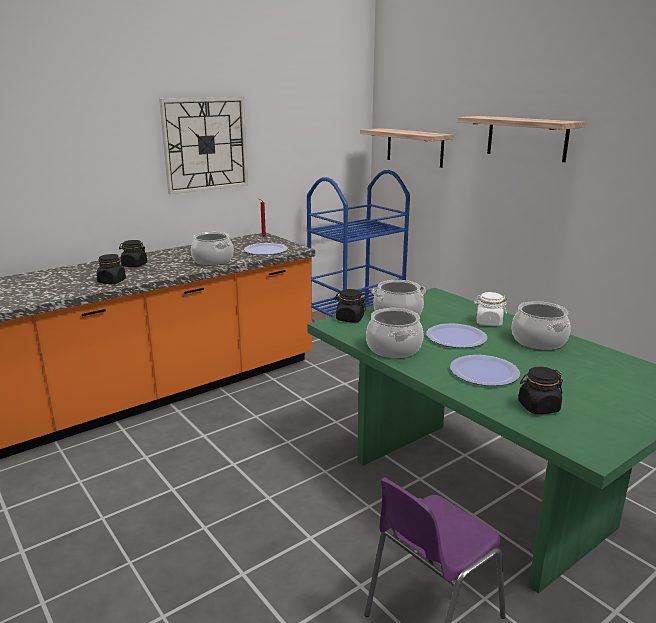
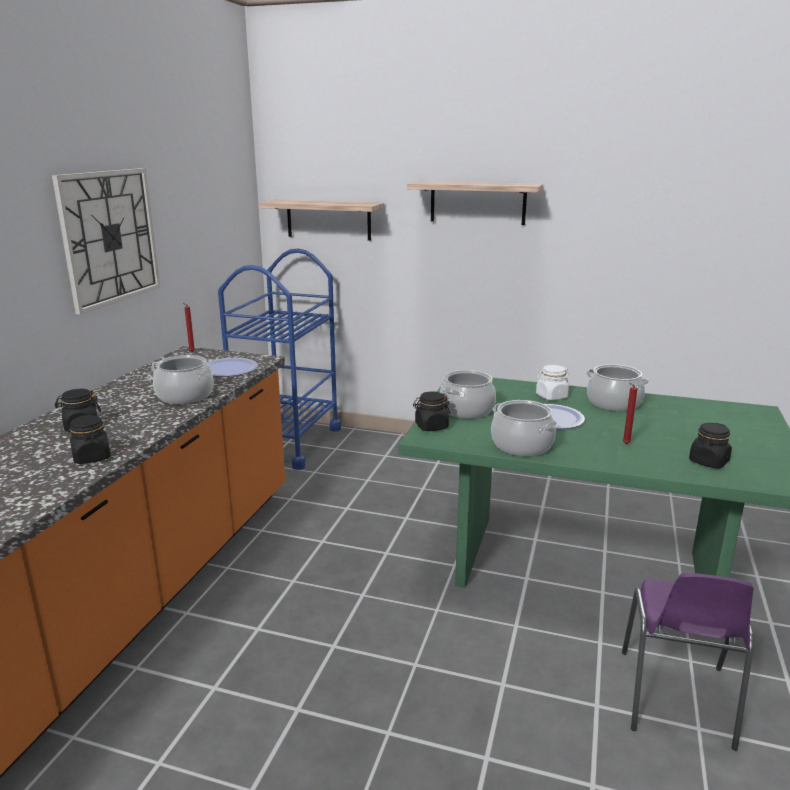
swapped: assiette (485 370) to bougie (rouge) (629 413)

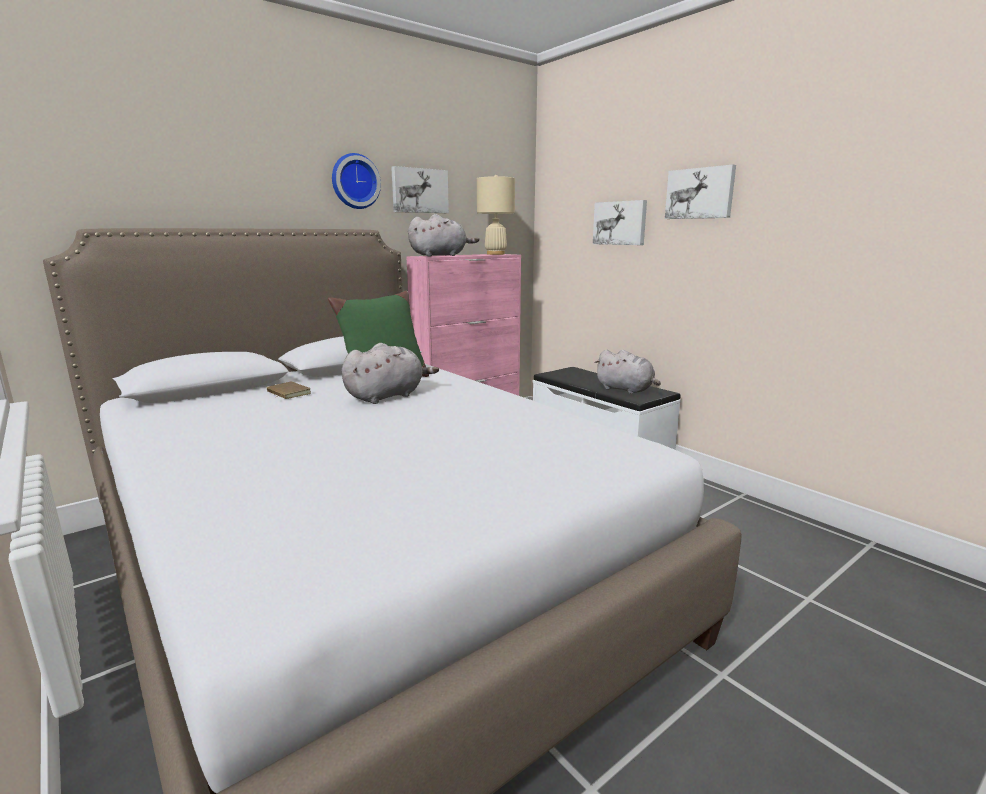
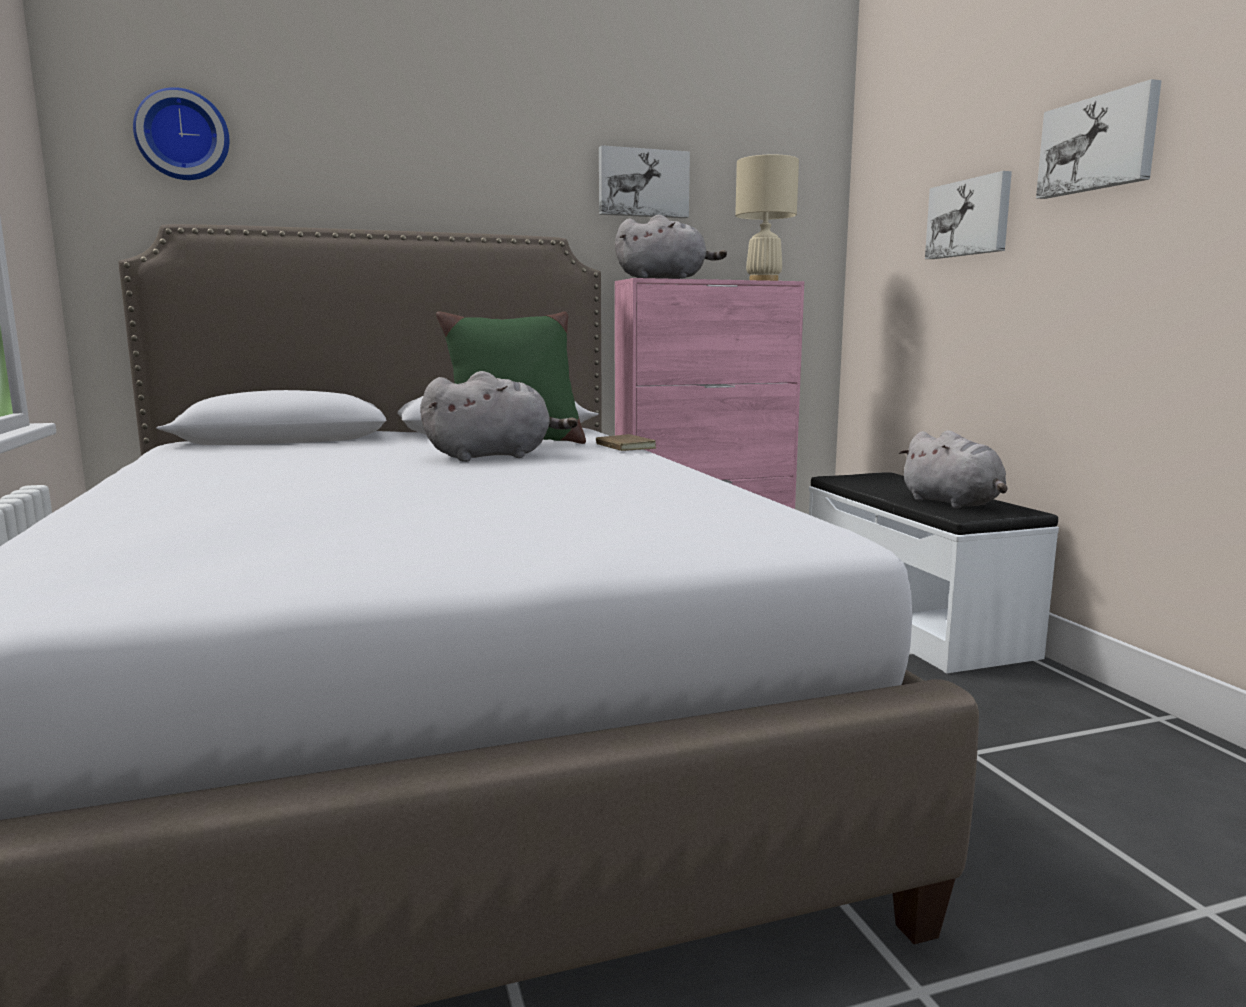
shifted: livre (marron) (288 390) to (626 442); horloge murale (356 181) to (181 133)

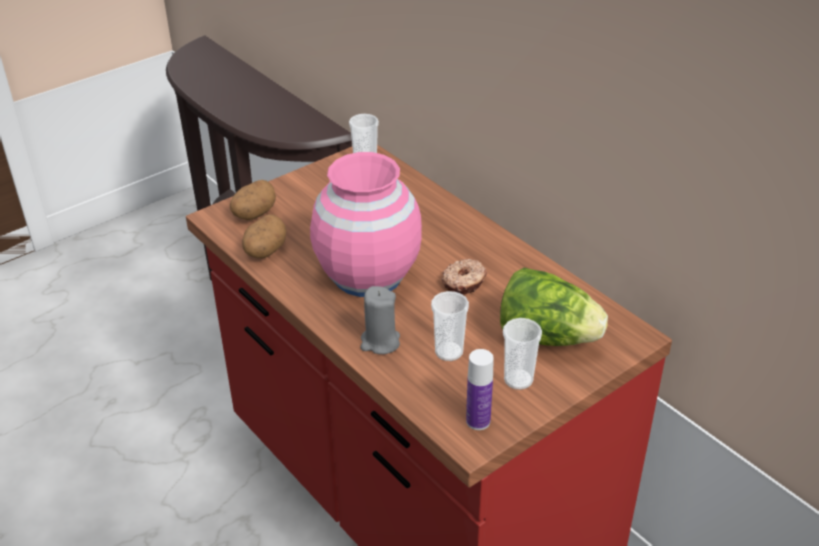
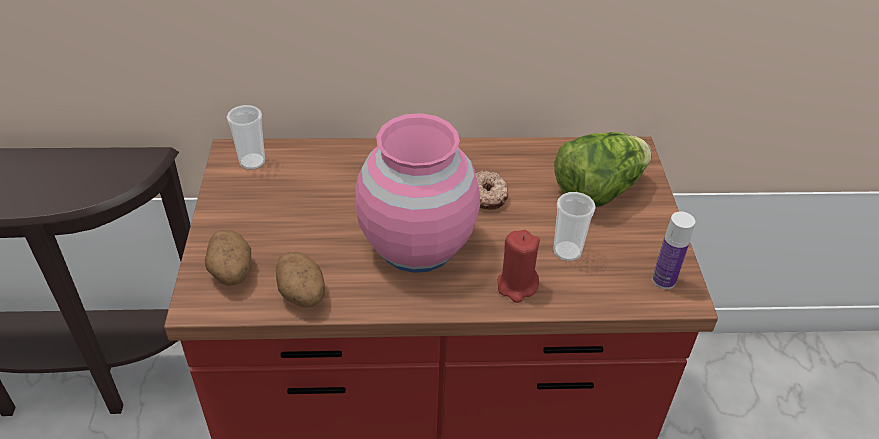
gone: tasse (522 354)
repainted: bougie (gris) (380 320) to bougie (rouge) (518 266)

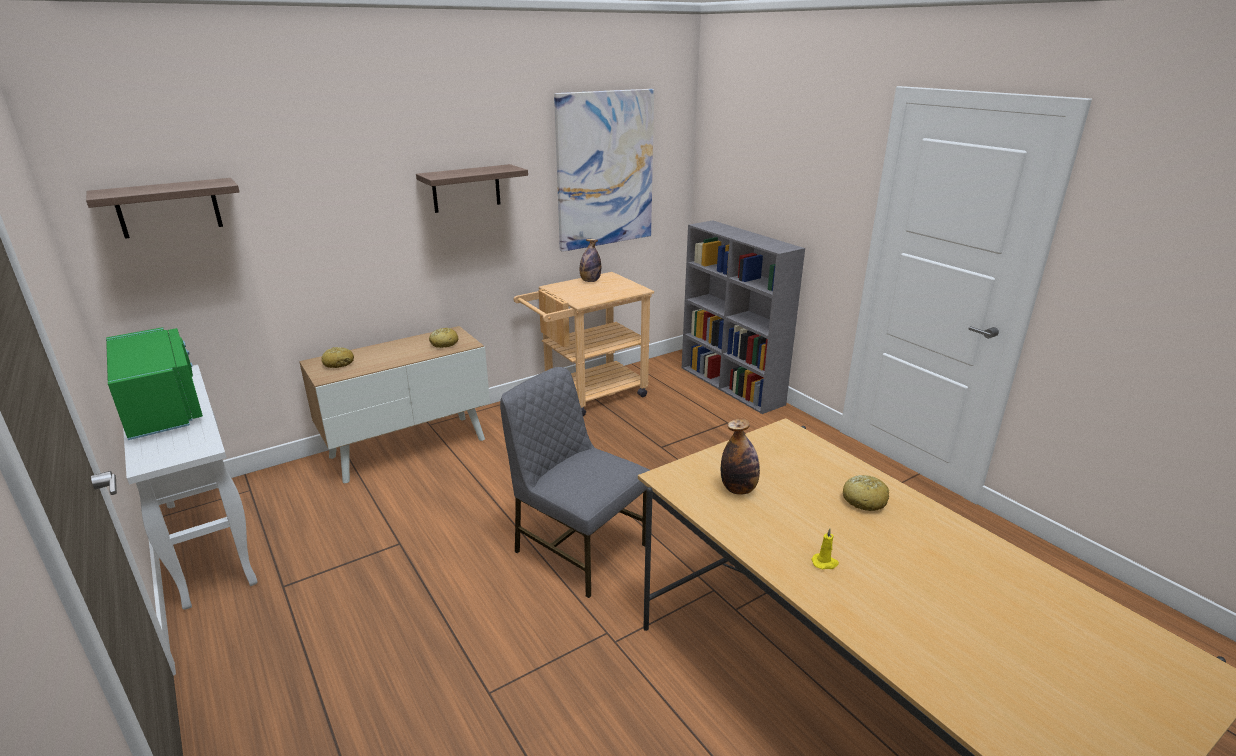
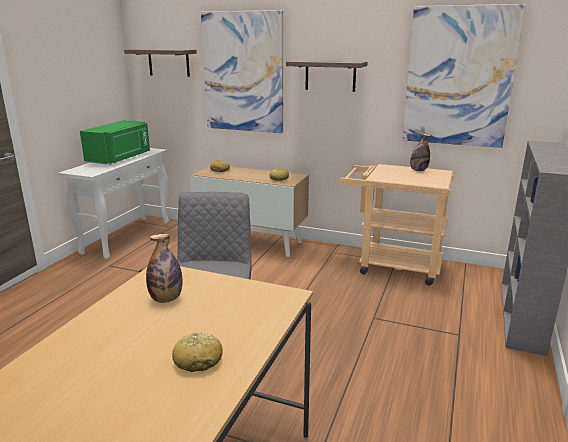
gone: bougie (jaune) (825 549)
new: tableau (242 71)

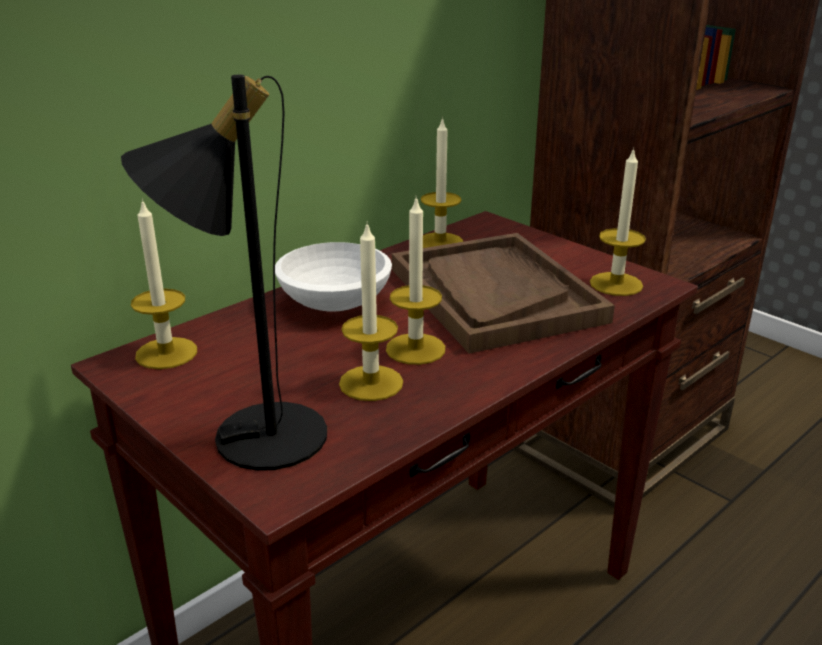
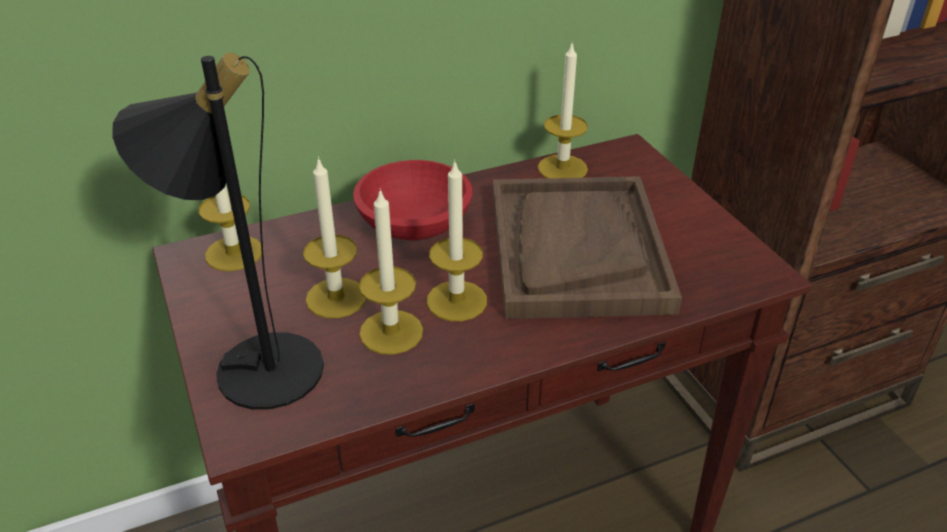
shifted: bougie (618 221) to (334 237)
repainted: bol (blanc) (333 277) to bol (rouge) (412 200)

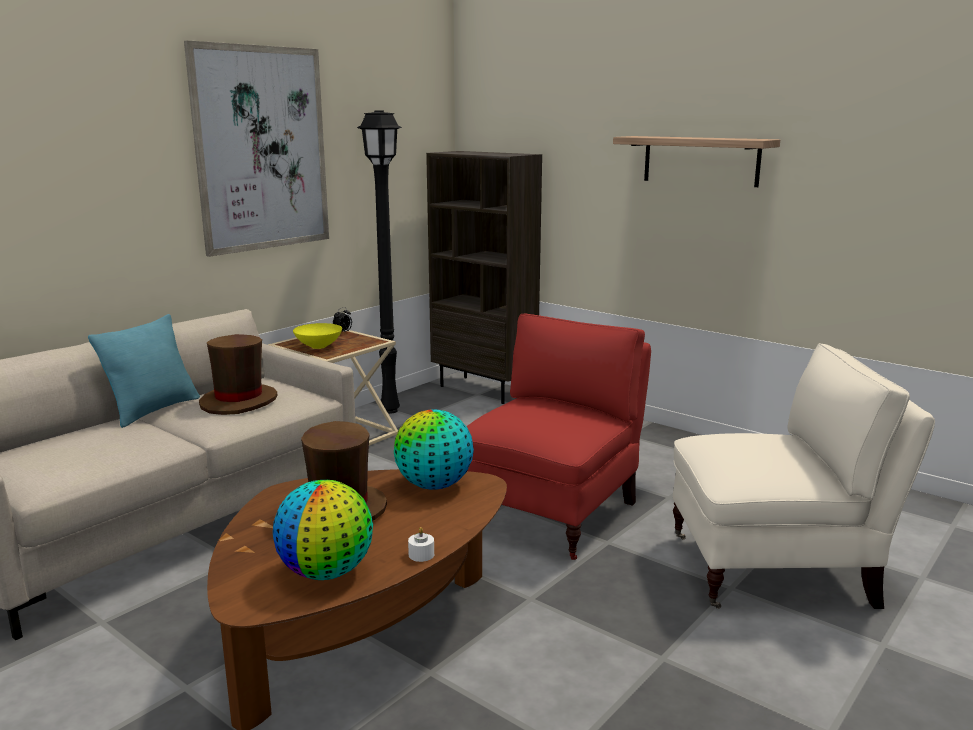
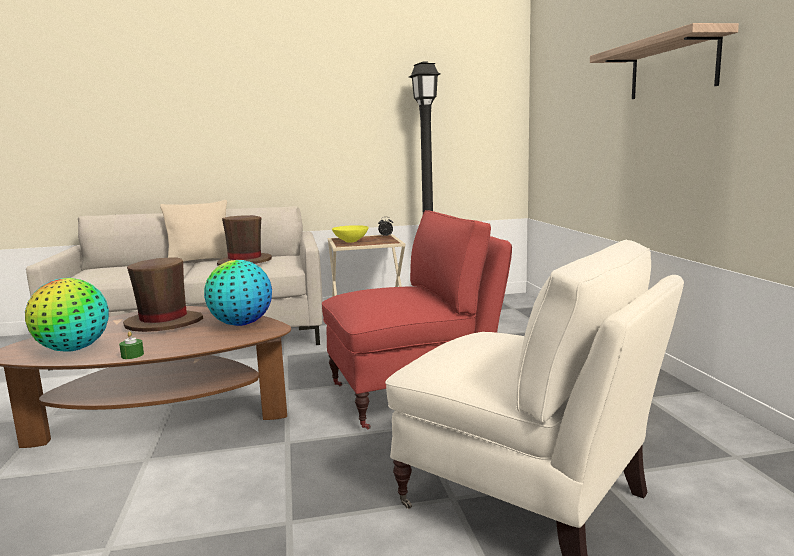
gone: tableau (256 148); bibliothèque (marron) (484 277)
repainted: coussin (turquoise) (144 371) to coussin (beige) (194 231); bougie (blanc) (421 544) to bougie (vert) (131 345)

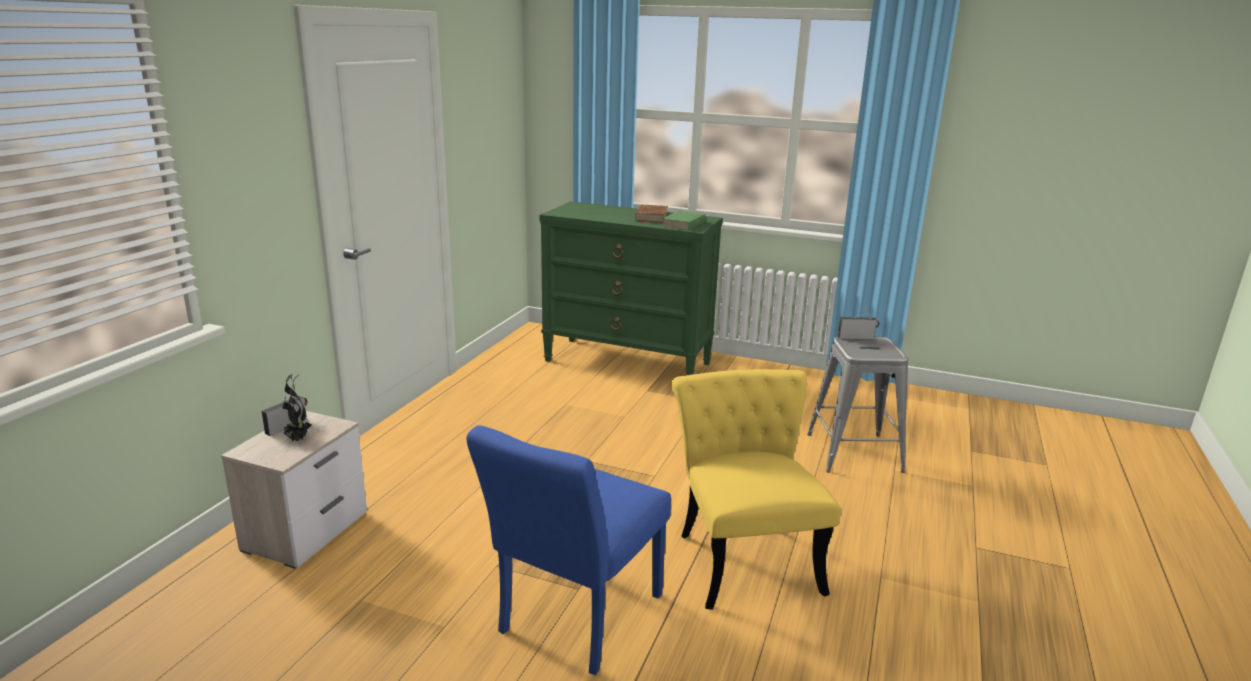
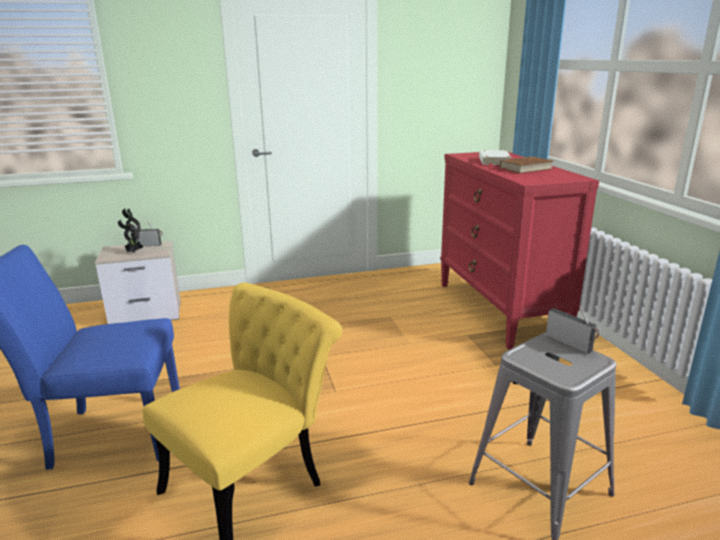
gone: livre (vert) (683 220)
new: livre (blanc) (495 158)
repainted: commode (vert) (631 288) to commode (rouge) (519 251)

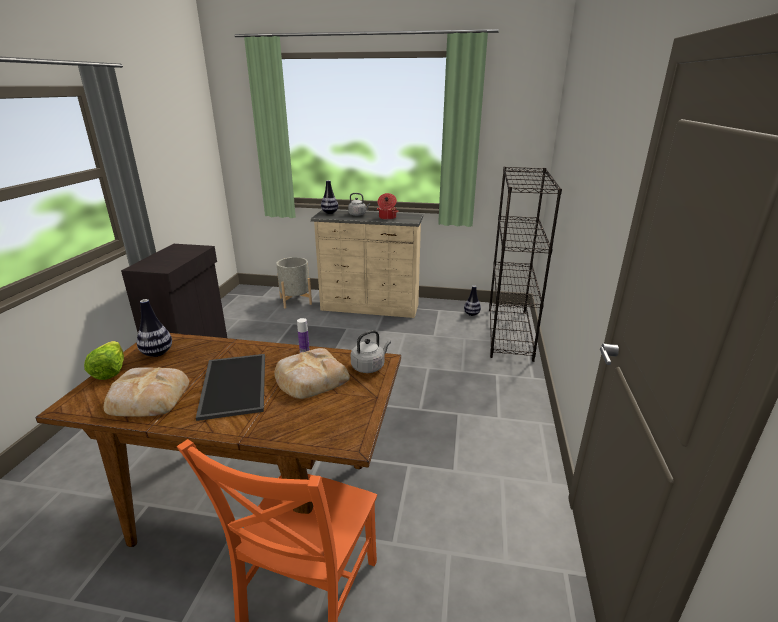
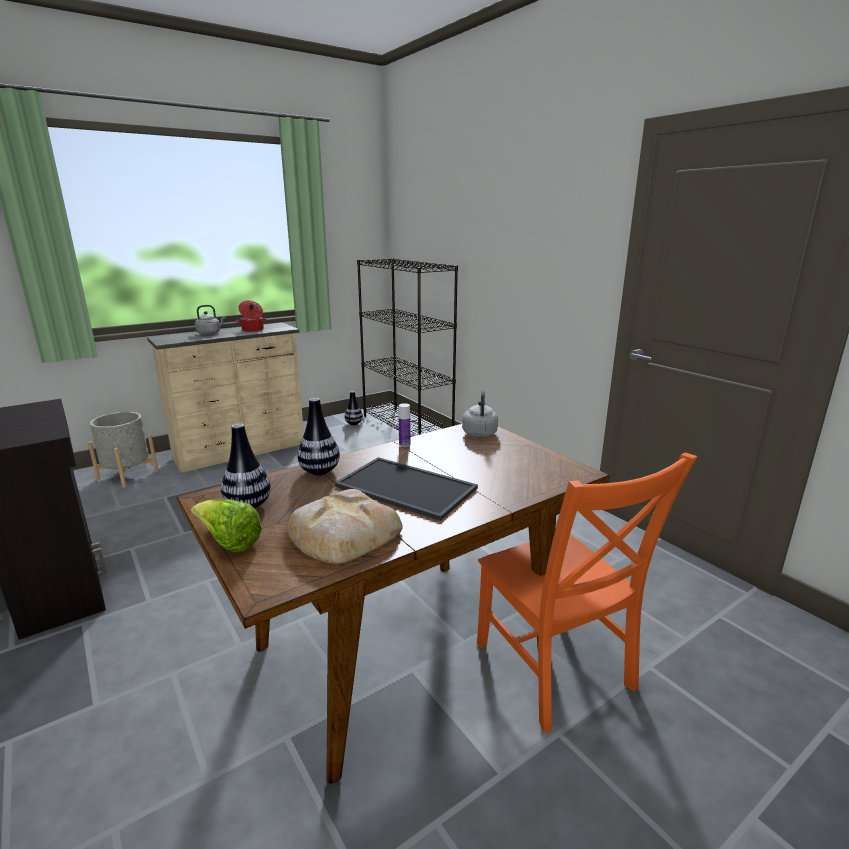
gone: pain (312 373)
shifted: vase (329 197) to (318 436)

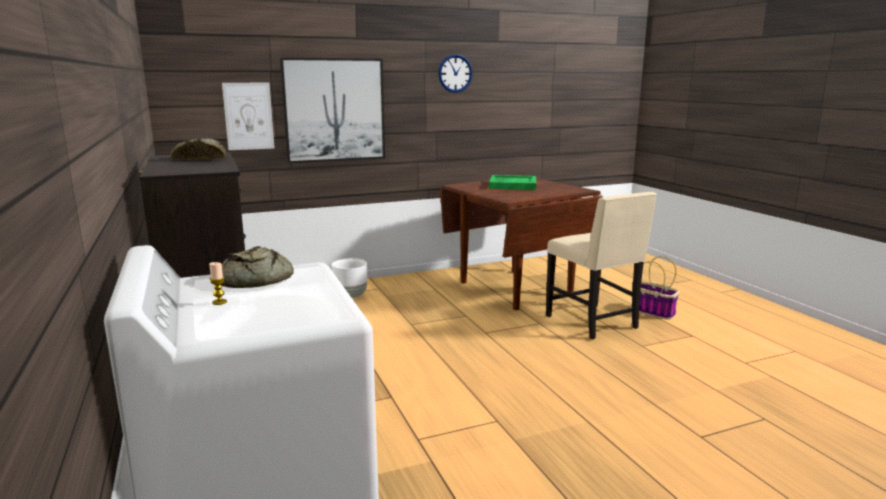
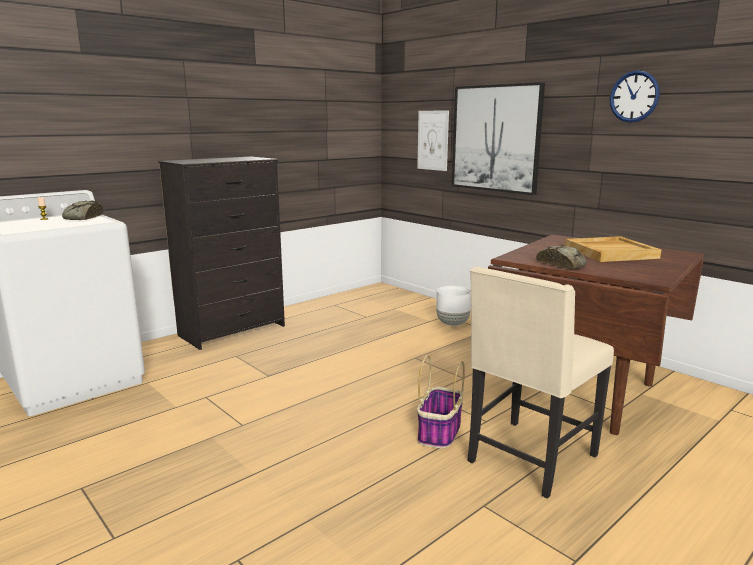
shifted: pain (198 149) to (561 257); panier (655 288) to (441 402)
repainted: plateau (vert) (513 182) to plateau (beige) (613 249)

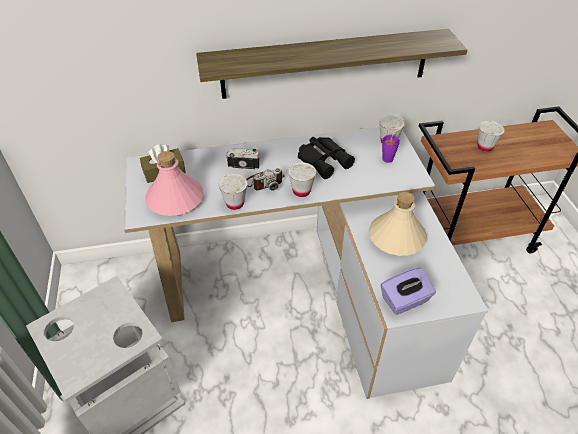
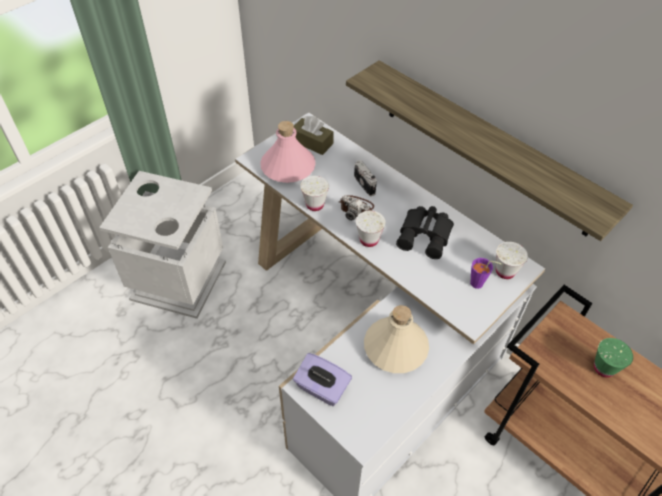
repainted: tasse (blanc) (491 136) to tasse (vert) (613 358)

